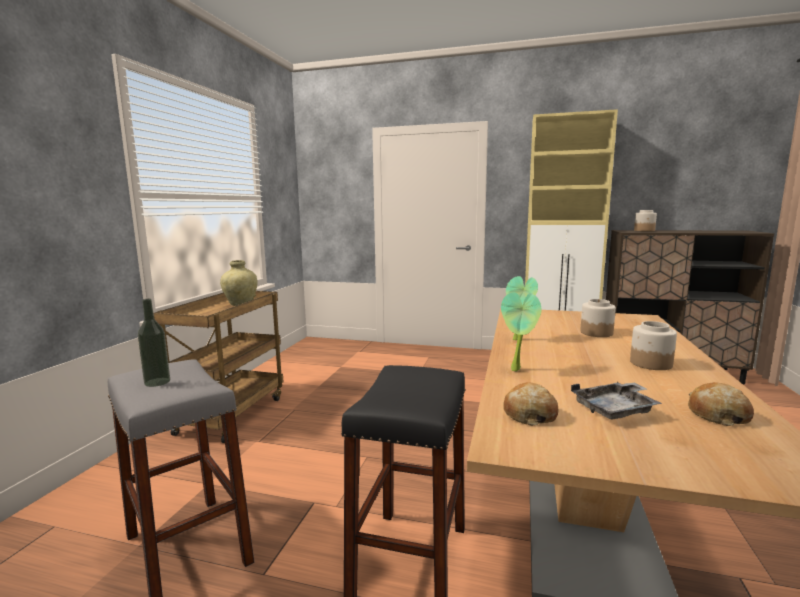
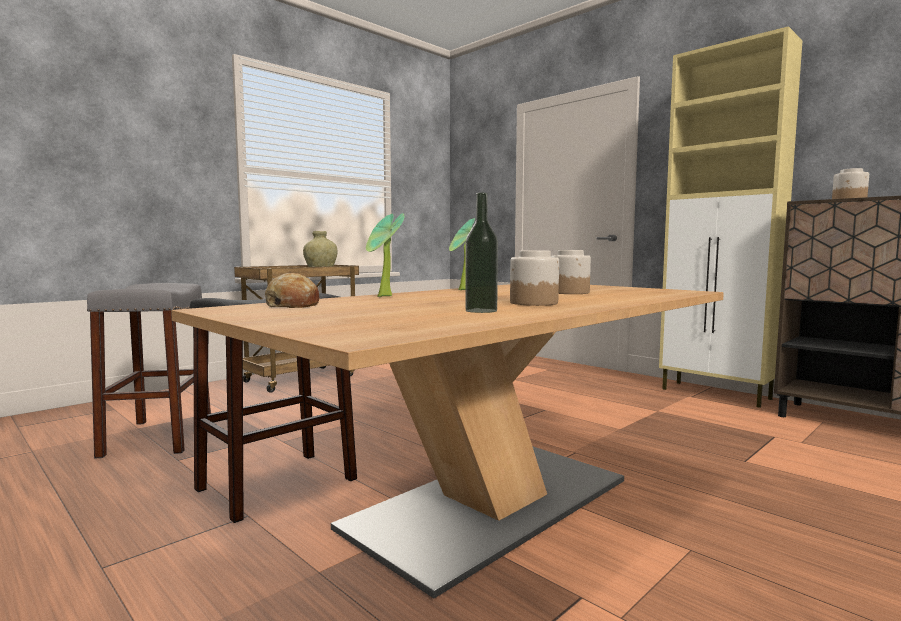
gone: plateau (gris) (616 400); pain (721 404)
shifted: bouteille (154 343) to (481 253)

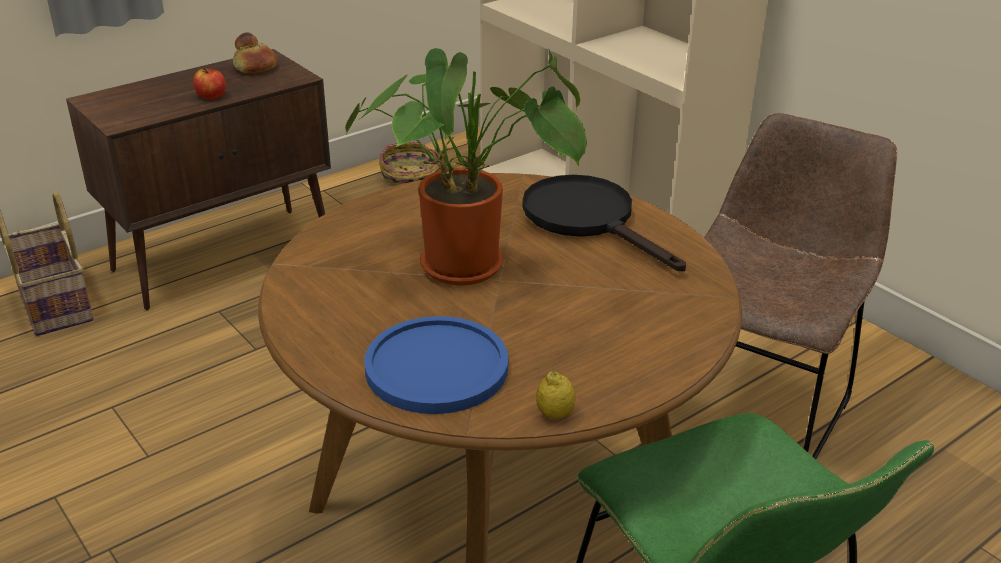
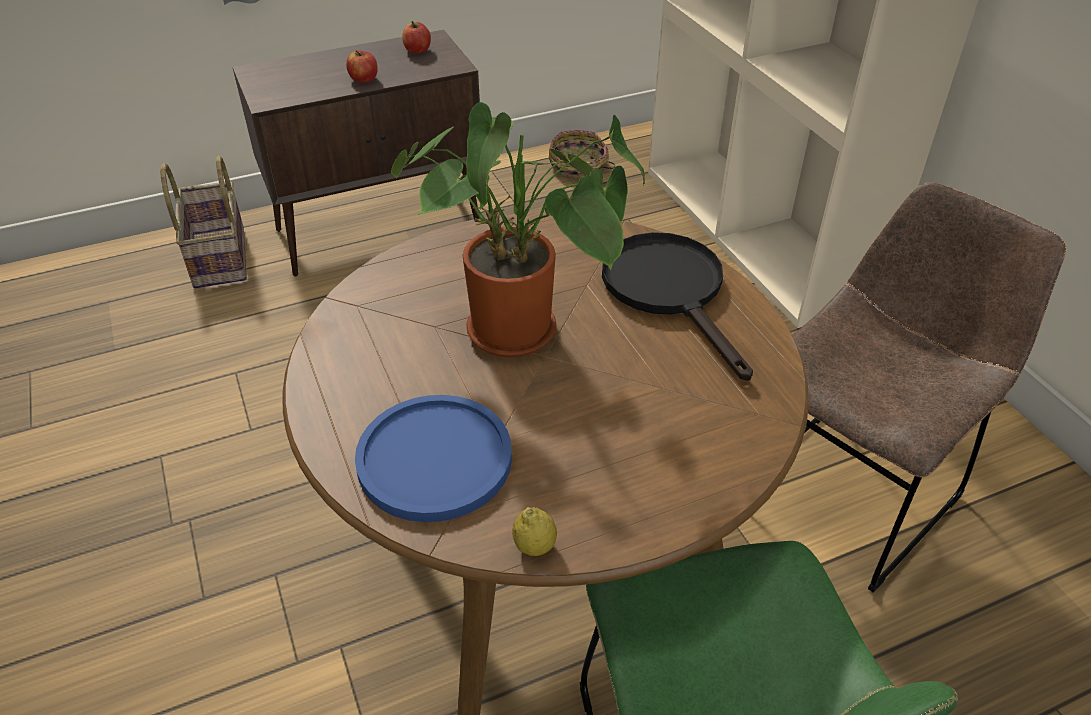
swapped: pain (255 53) to pomme (416 37)

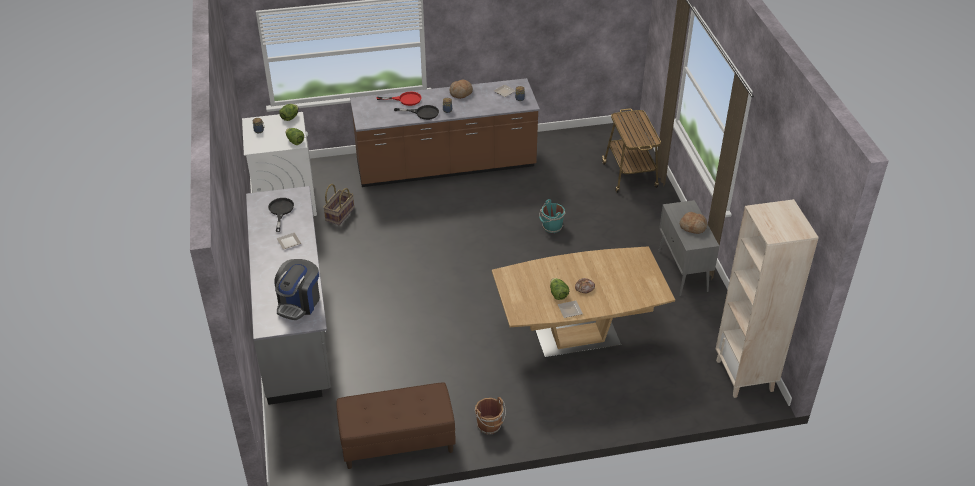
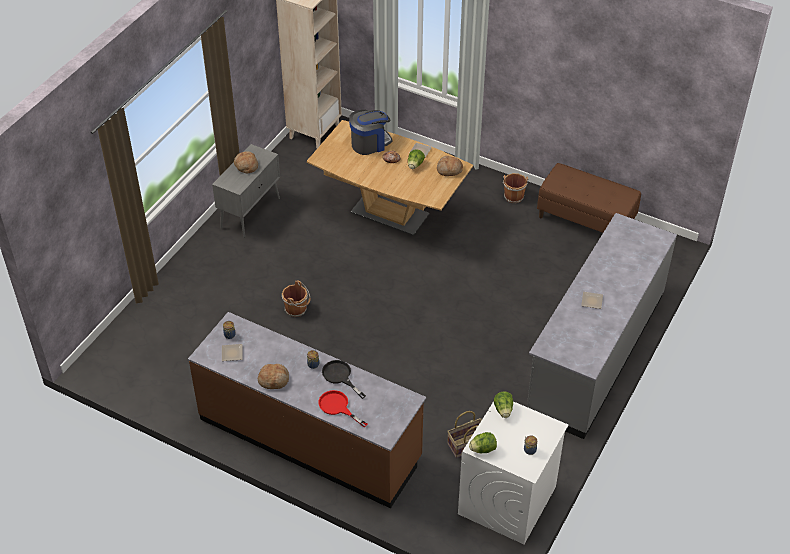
gone: poêle (noir) (281 215); chariot (631 150)
new: pain (450 166)
shifted: machine à café (297 289) to (370 132)
repainted: seau (turquoise) (552 216) to seau (marron) (296 299)

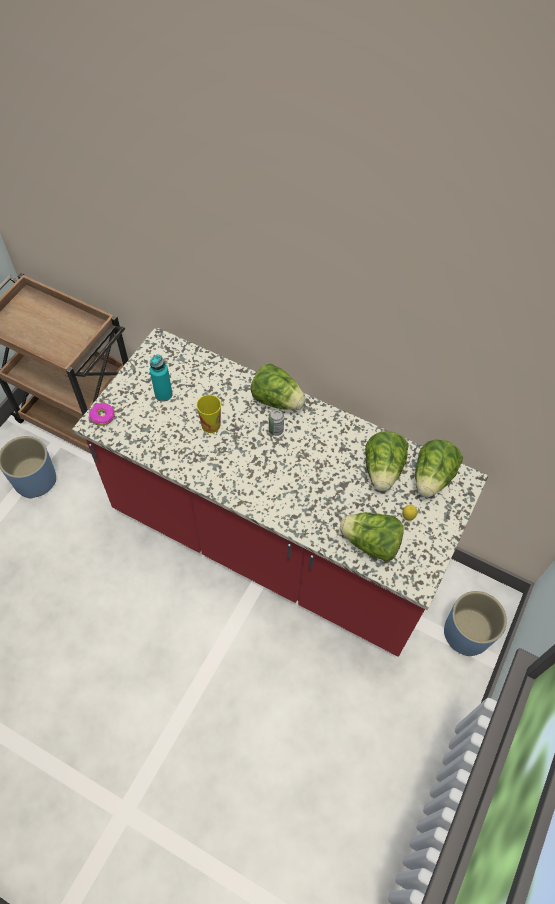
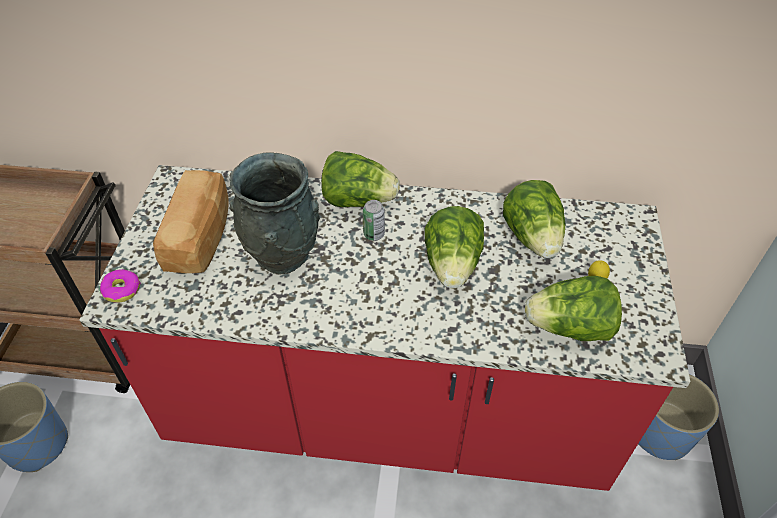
shifted: laitue (439 468) to (454 247)
swapped: bouteille (turquoise) (161 378) to pain (191 221); tasse (208 414) to vase (gris) (275 213)

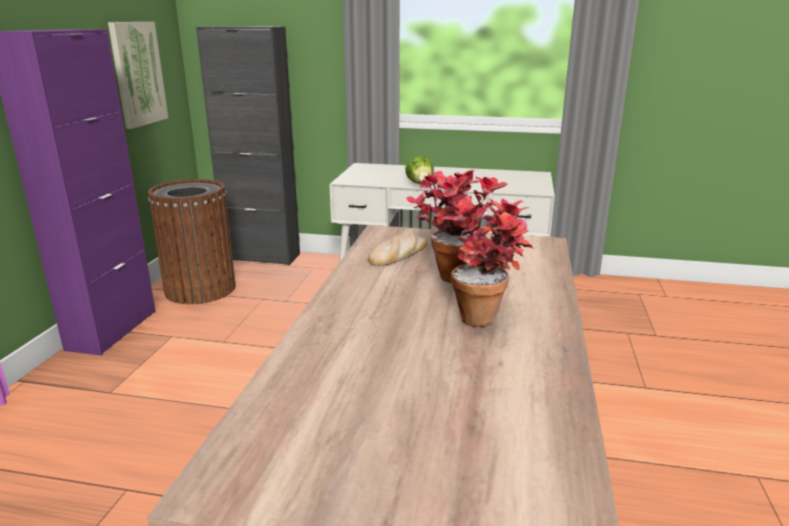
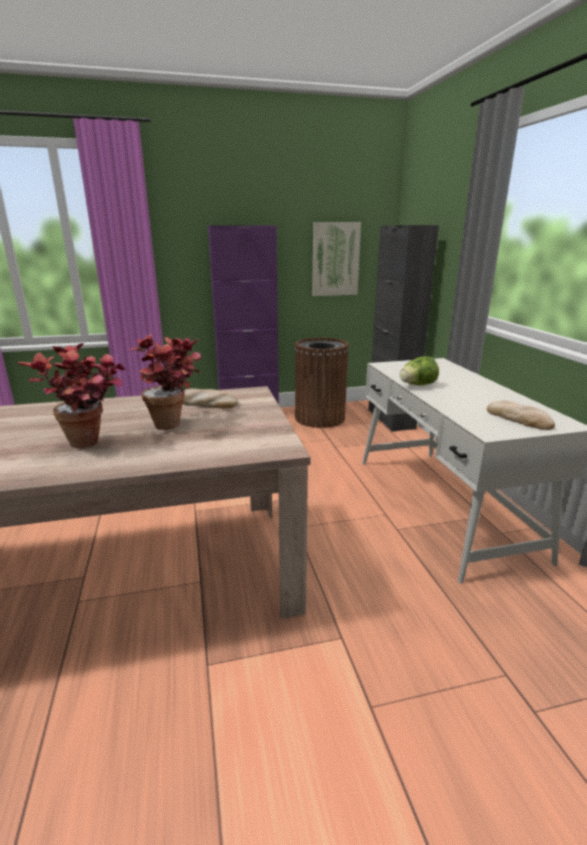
new: pain (521 415)

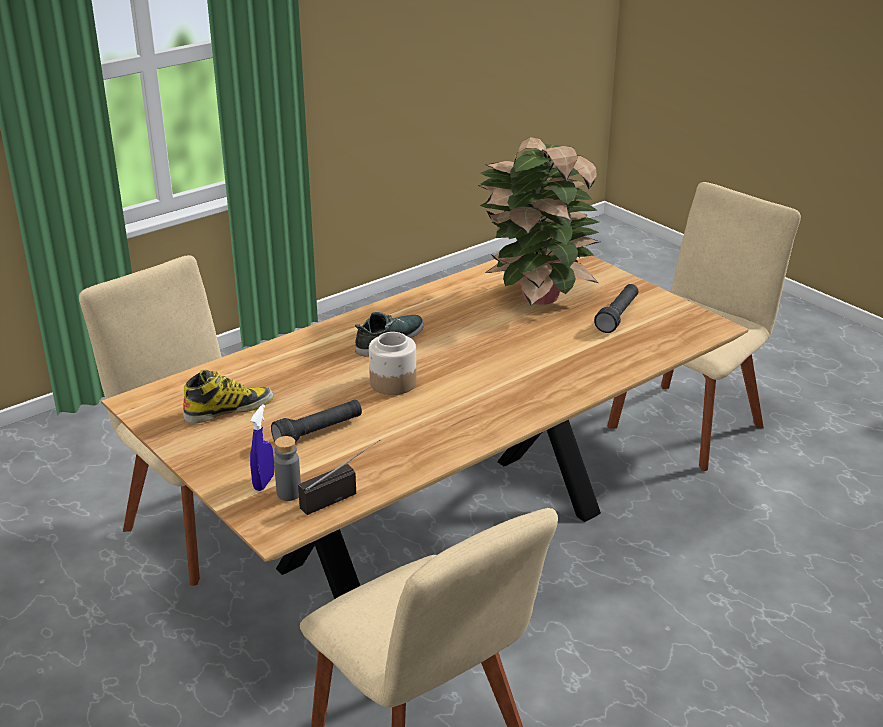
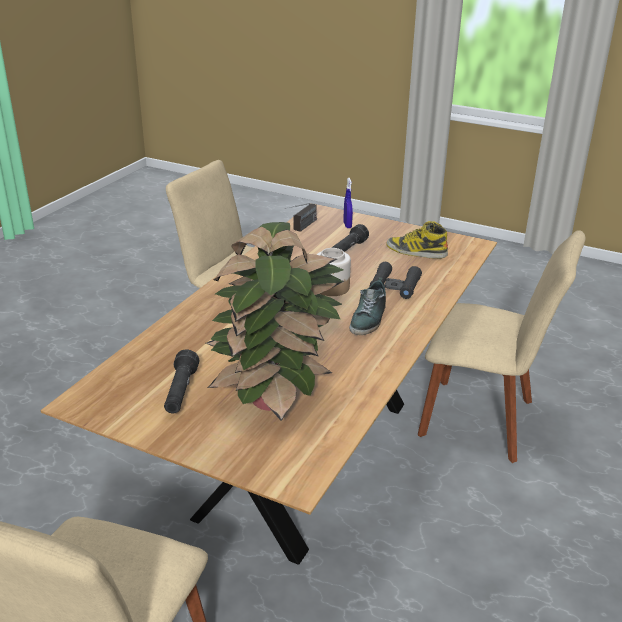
gone: bouteille (gris) (287 468)
new: jumelles (noir) (395 280)
rotated: botte (228 396) = (417 240) 75 degrees clockwise

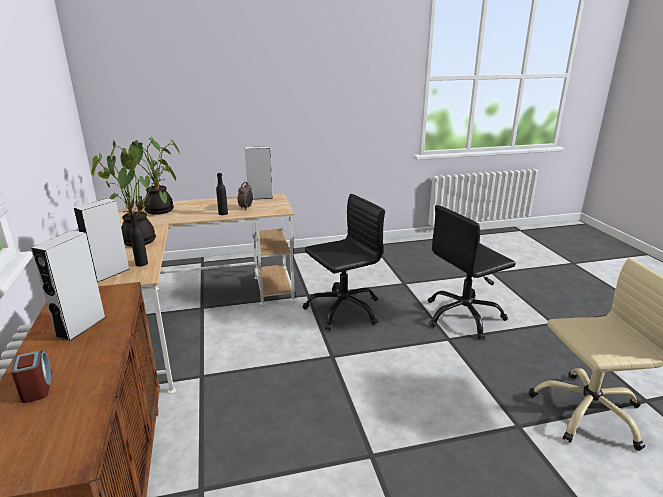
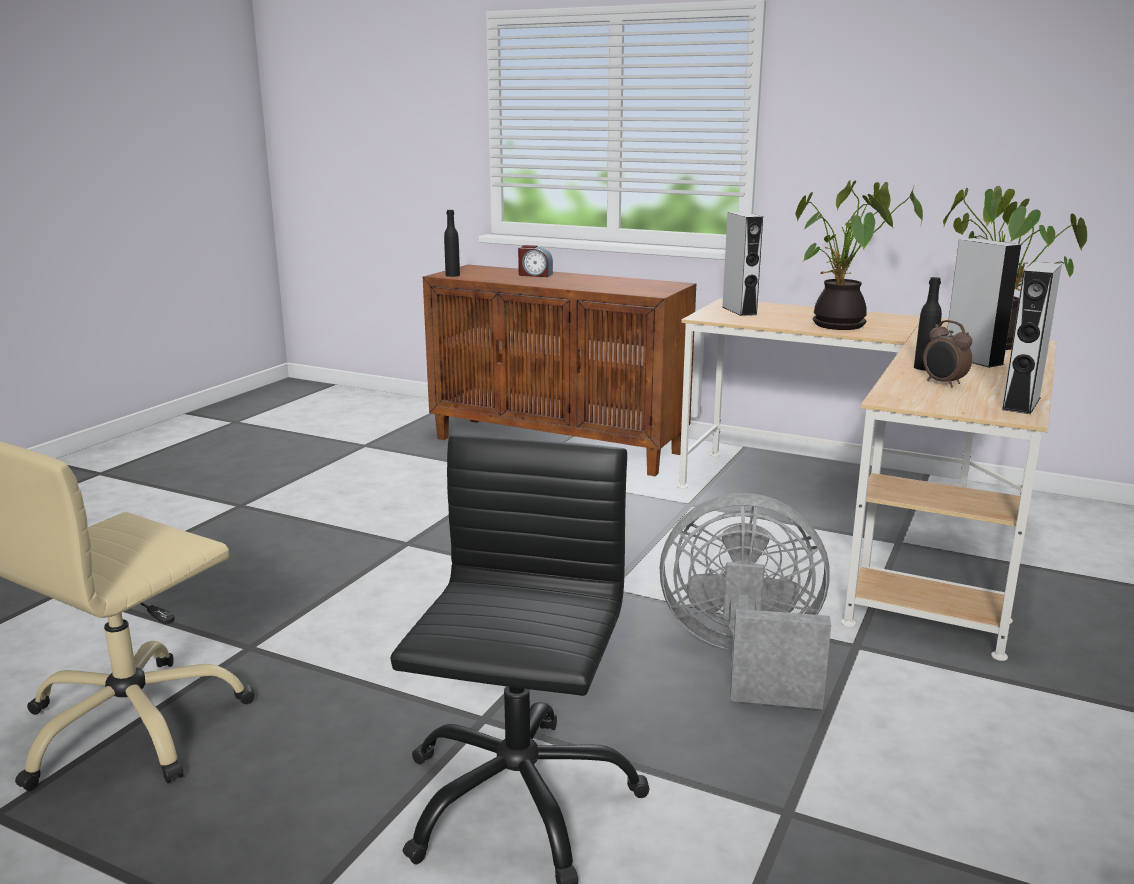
shifted: enceinte (gris) (68 286) to (983 303); bouteille (noir) (139 239) to (452 243)
swapped: chaise de bureau (noir) (344 262) to ventilateur (gris) (745 601)

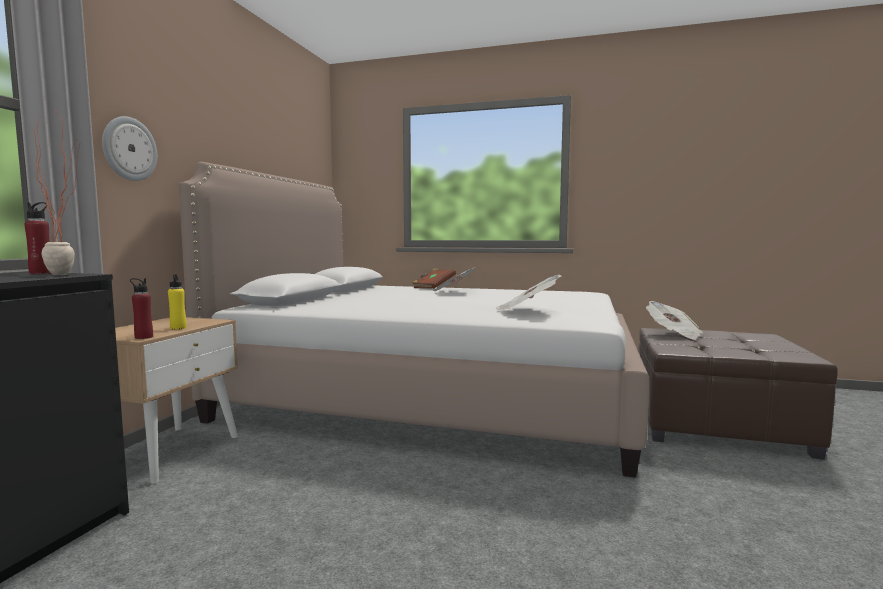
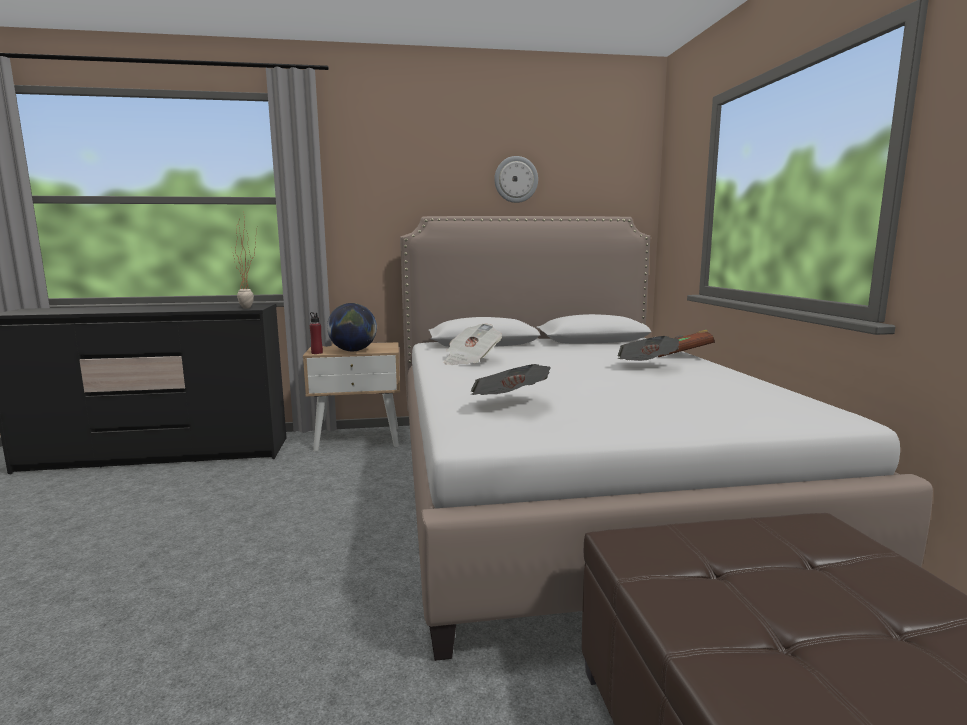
gone: bouteille (rouge) (37 238)
shifted: horloge murale (129 148) to (516 179); journal (674 320) to (473 344)
swapped: bouteille (jaune) (177 302) to globe (352 327)

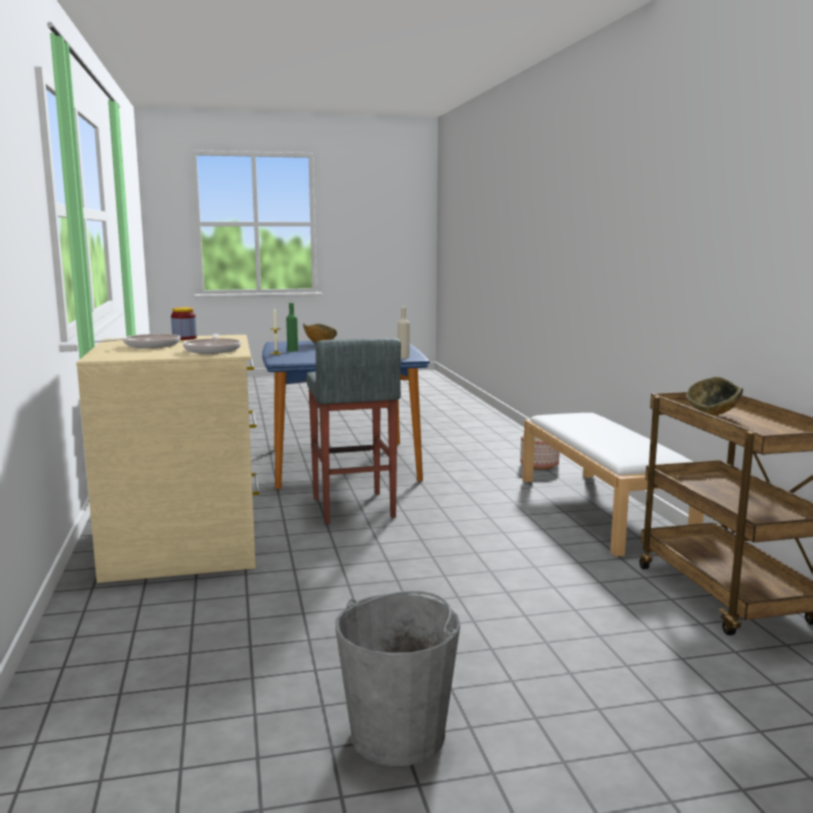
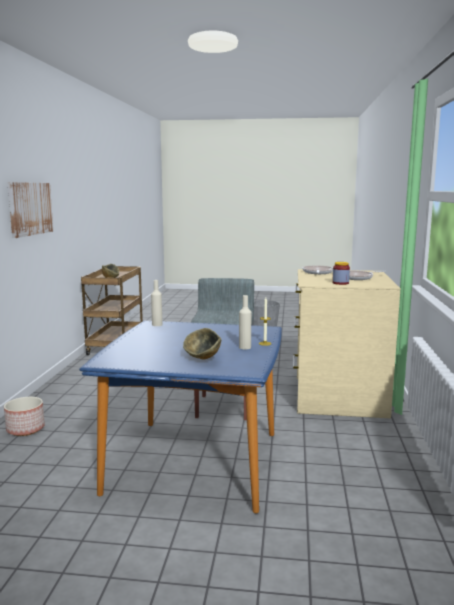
gone: banc (blanc) (613 485)
new: tableau (30 210)
repainted: bouteille (vert) (292 327) to bouteille (beige) (245 322)

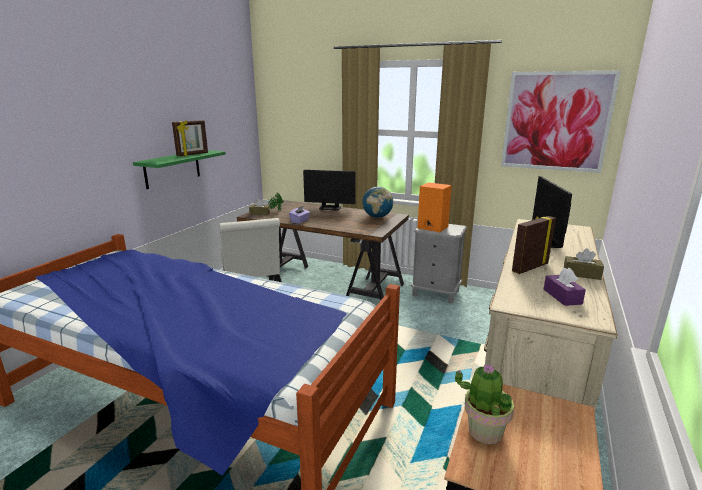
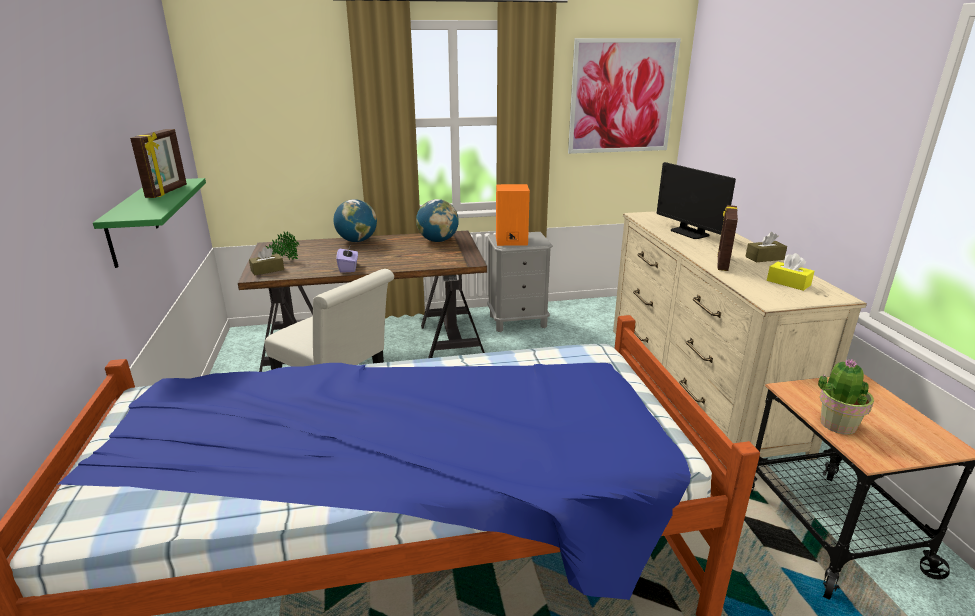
swapped: écran d'ordinateur (329 190) to globe (355 220)
repainted: boîte à mouchoirs (violet) (565 287) to boîte à mouchoirs (jaune) (790 272)

